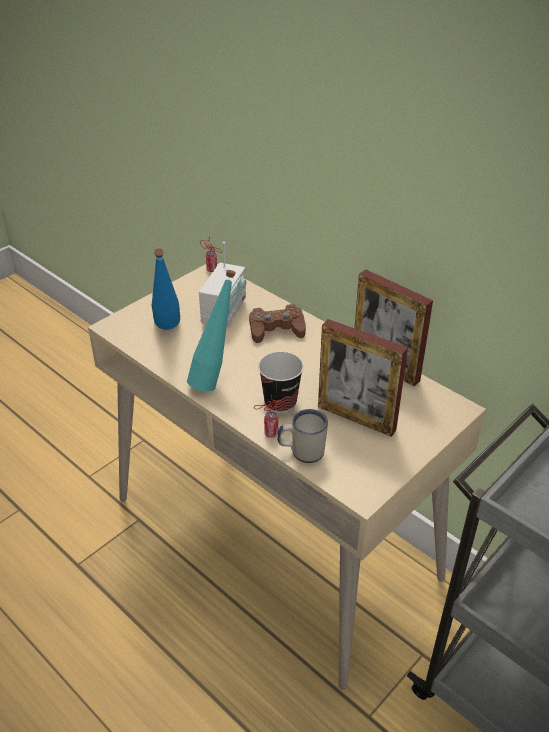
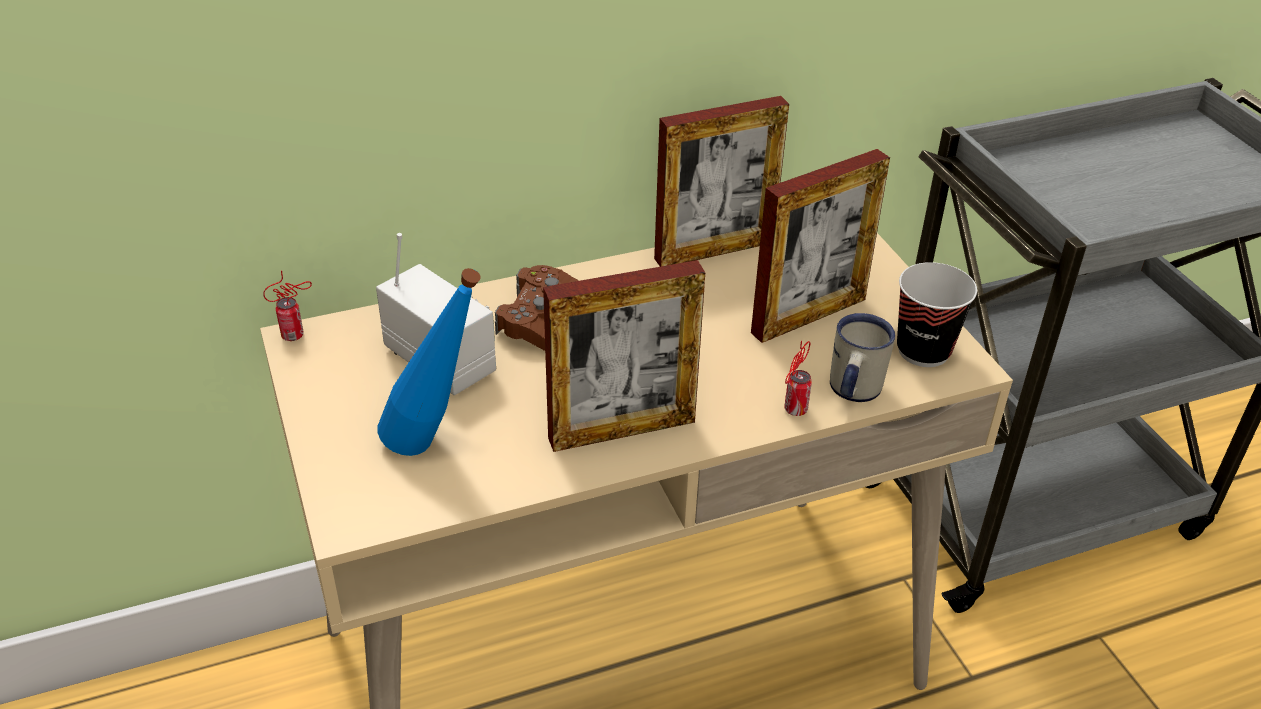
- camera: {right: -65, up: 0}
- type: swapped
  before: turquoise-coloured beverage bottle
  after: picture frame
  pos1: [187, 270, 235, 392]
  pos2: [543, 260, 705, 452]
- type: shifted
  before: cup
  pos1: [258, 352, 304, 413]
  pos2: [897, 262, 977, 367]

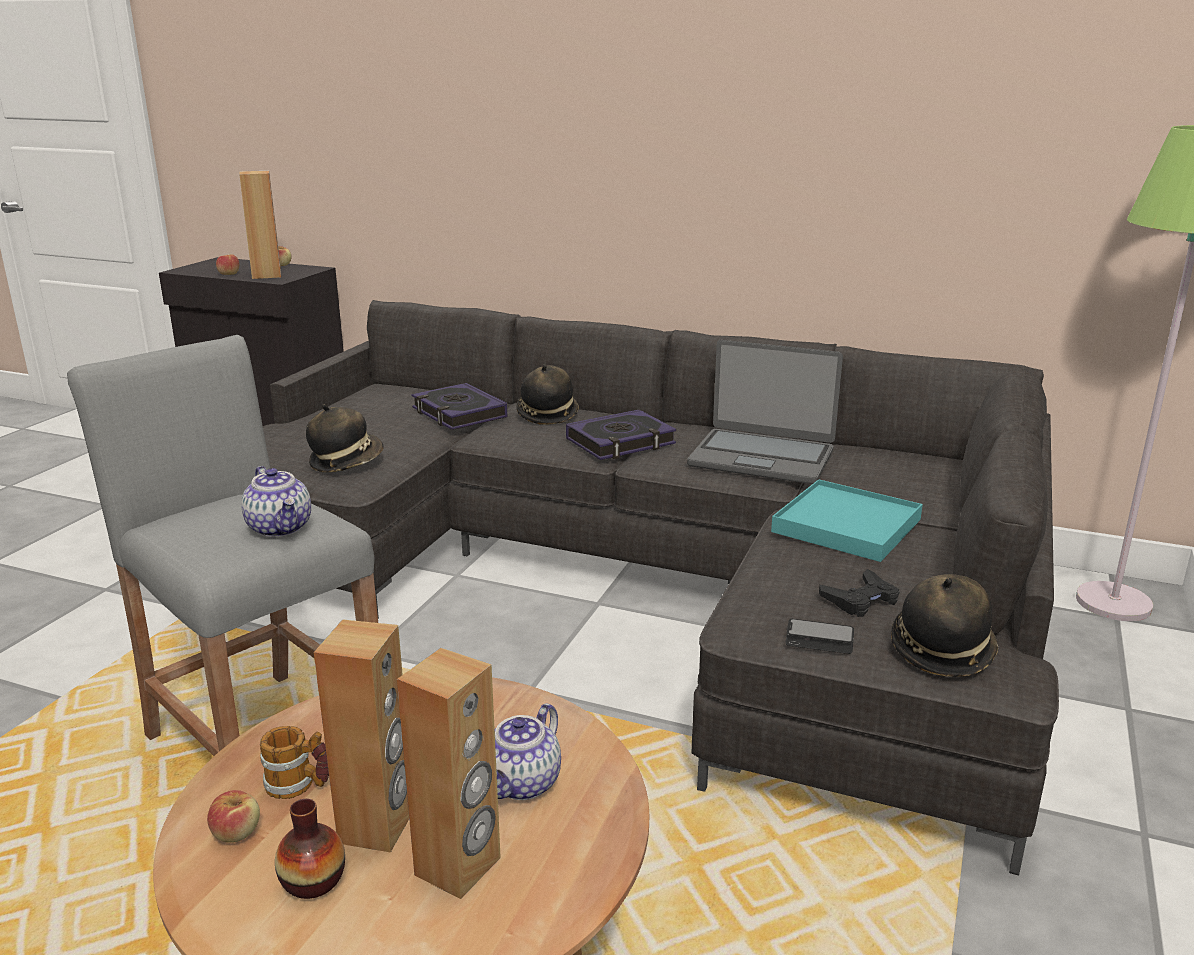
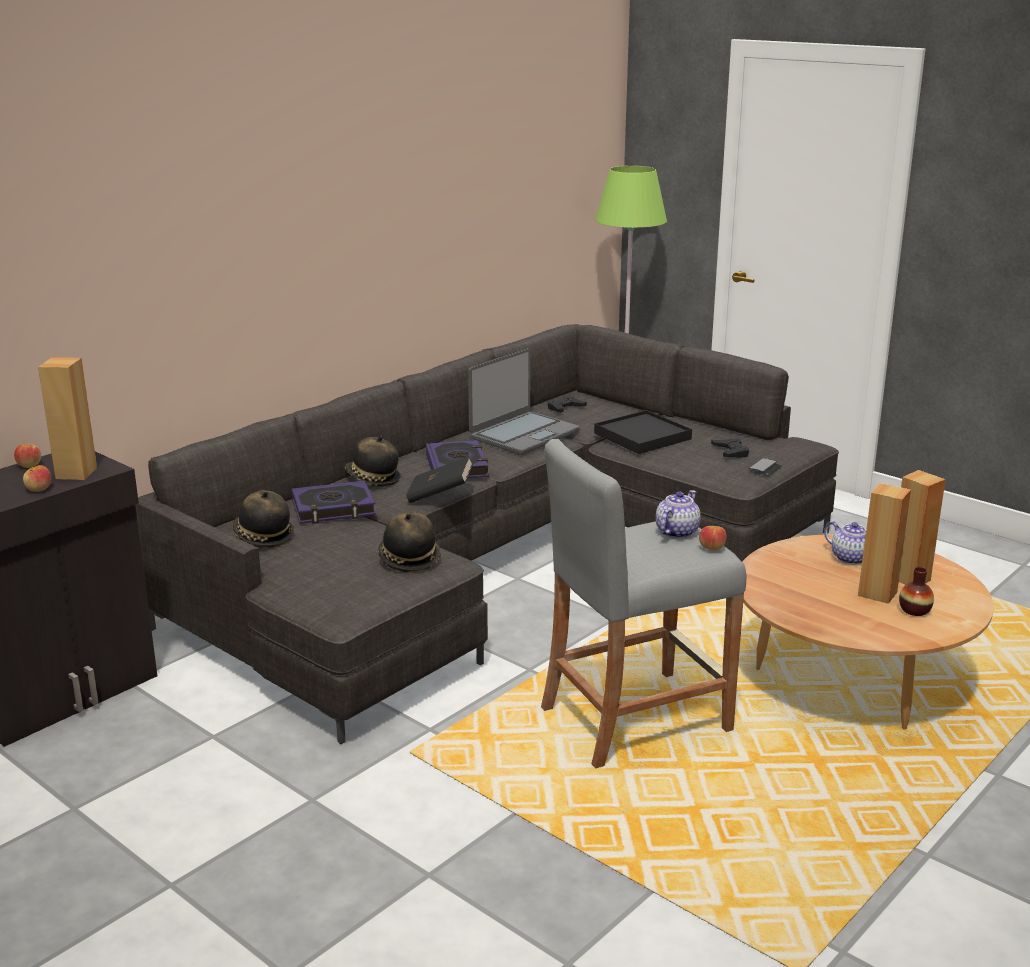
- camera: {right: -70, up: 0}
- type: shifted
  before: whole apple
  pos1: [207, 790, 260, 843]
  pos2: [699, 526, 727, 551]
- type: rotated
  before: tea pot
  pos1: [241, 466, 311, 538]
  pos2: [656, 490, 701, 539]
  turn: -45
- type: gone
  before: coffee mug
  pos1: [260, 726, 329, 799]
- type: repainted
  before: turquoise-coloured serving tray
  after: blackish serving tray
  pos1: [771, 479, 923, 562]
  pos2: [594, 410, 692, 454]
- type: shifted
  before: clothing hat
  pos1: [891, 574, 998, 677]
  pos2: [233, 490, 295, 548]
- type: new
  after: blackish volume
  pos2: [406, 456, 473, 503]
- type: new
  after: blackish gamepad
  pos2: [547, 396, 587, 412]

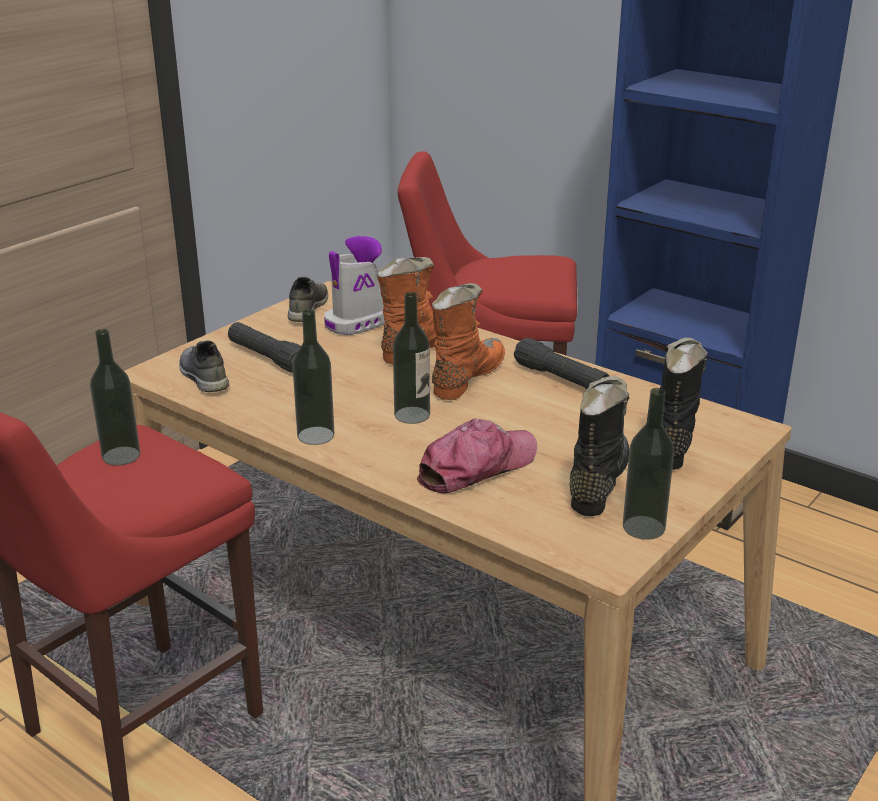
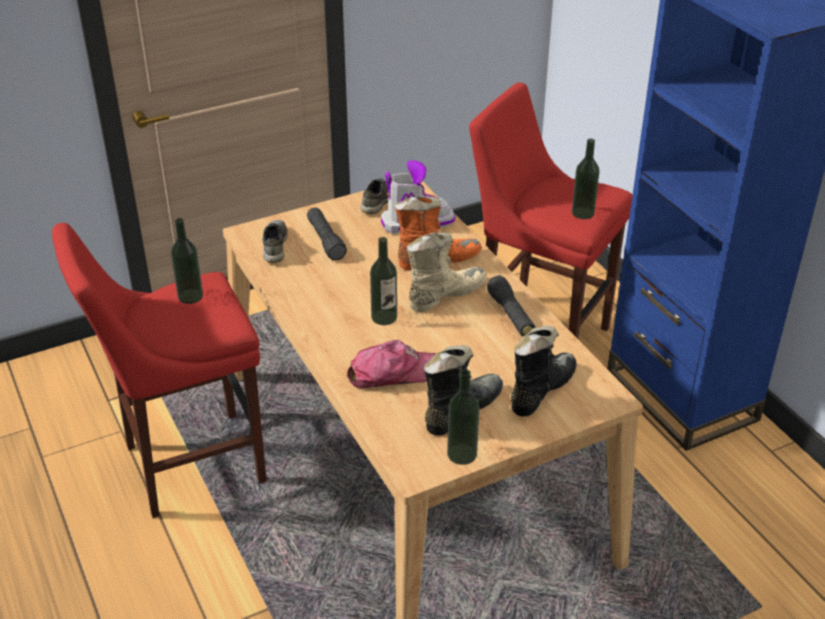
- camera: {right: 25, up: 10}
- type: shifted
  before: beverage bottle
  pos1: [292, 309, 334, 445]
  pos2: [572, 139, 600, 219]
- type: repainted
  before: orange-coloured high-top boot
  after: sand-coloured high-top boot
  pos1: [432, 283, 505, 400]
  pos2: [407, 232, 487, 312]

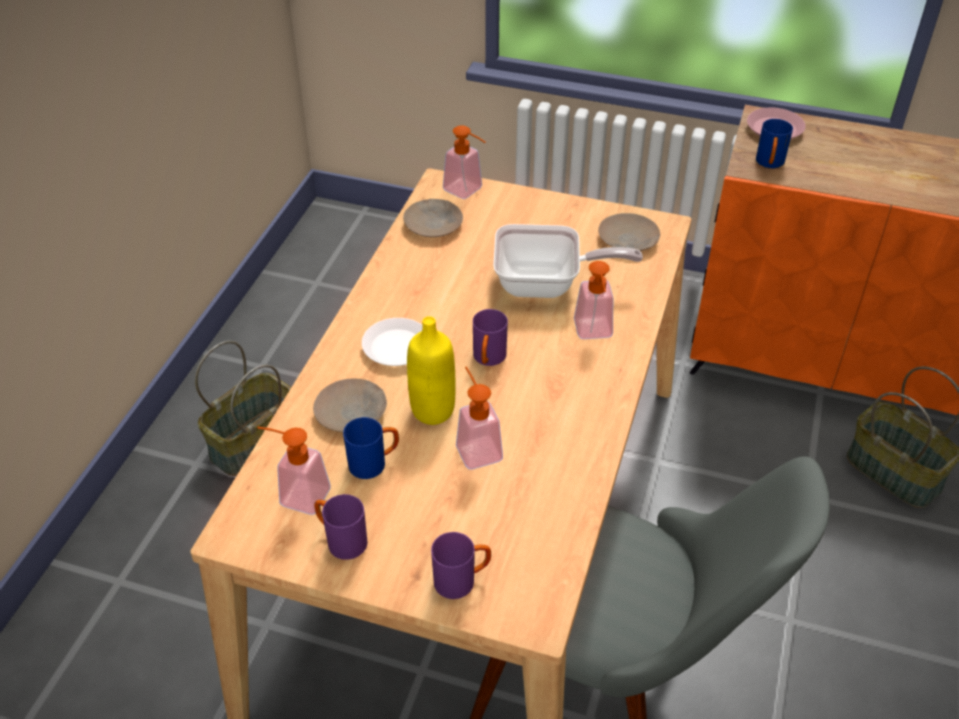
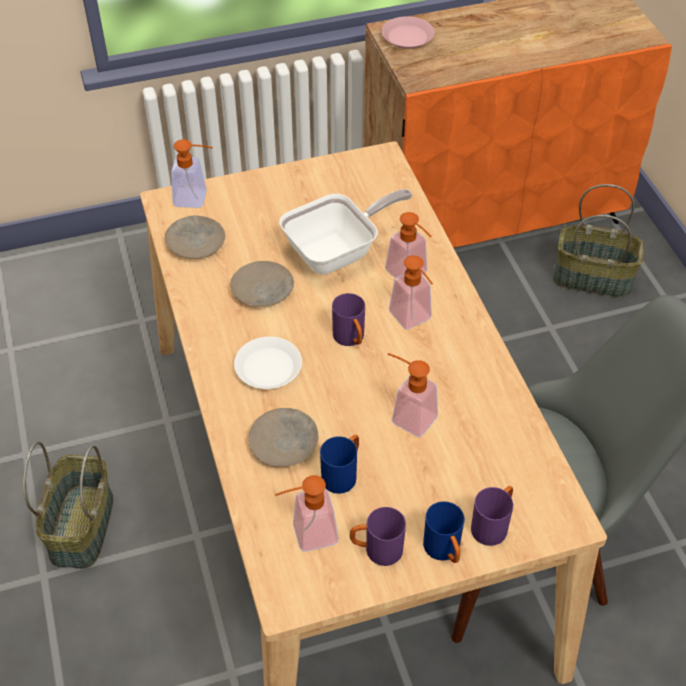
- camera: {right: -35, up: 5}
- type: gone
  before: yellow-coloured beverage bottle
  pos1: [407, 316, 455, 425]
- type: shifted
  before: sand-coloured plate
  pos1: [598, 213, 660, 251]
  pos2: [230, 261, 294, 307]
- type: shifted
  before: blue-coloured coffee mug
  pos1: [756, 119, 793, 168]
  pos2: [423, 501, 465, 563]
- type: new
  after: soap bottle
  pos2: [389, 255, 433, 329]

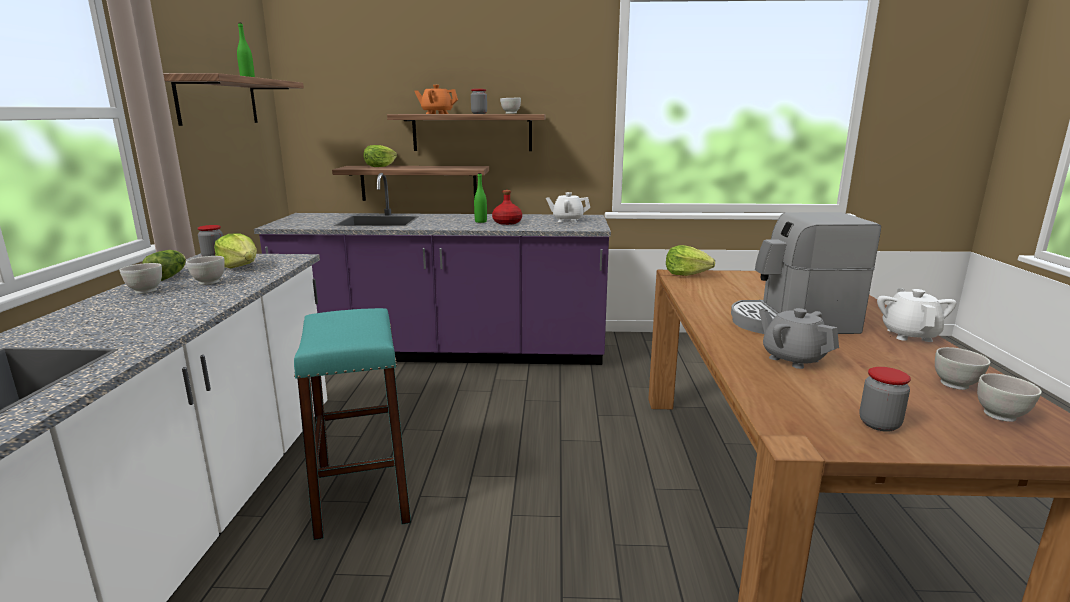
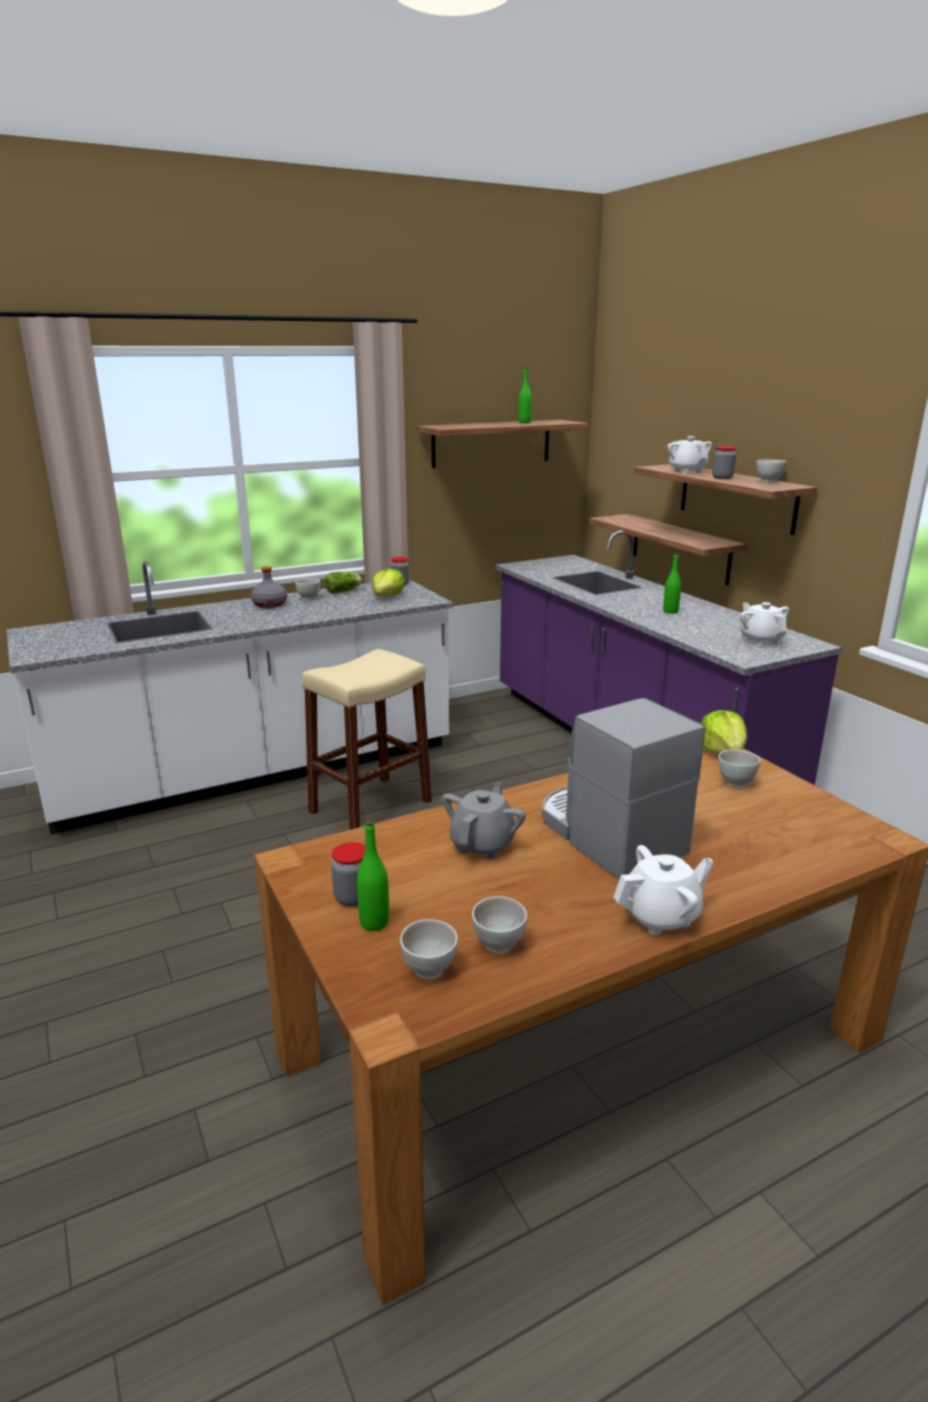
- camera: {right: 60, up: 5}
- type: shifted
  before: whitish bowl
  pos1: [186, 256, 225, 285]
  pos2: [718, 749, 761, 787]
- type: repainted
  before: turquoise-coloured sitting stool
  after: sand-coloured sitting stool
  pos1: [294, 308, 411, 540]
  pos2: [302, 649, 432, 830]
- type: gone
  before: head of lettuce
  pos1: [364, 145, 397, 167]
- type: repainted
  before: orange-coloured tea pot
  after: whitish tea pot
  pos1: [414, 85, 458, 114]
  pos2: [668, 436, 712, 473]
- type: gone
  before: red beverage bottle
  pos1: [492, 190, 522, 225]
- type: new
  after: gray beverage bottle
  pos2: [251, 566, 287, 608]
- type: new
  after: green beverage bottle
  pos2: [357, 820, 389, 931]

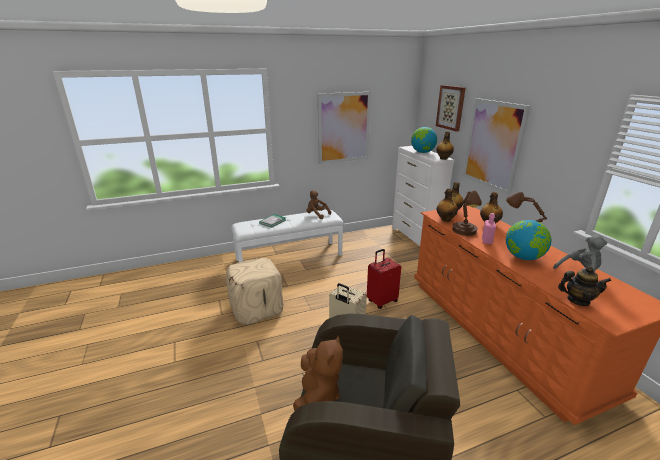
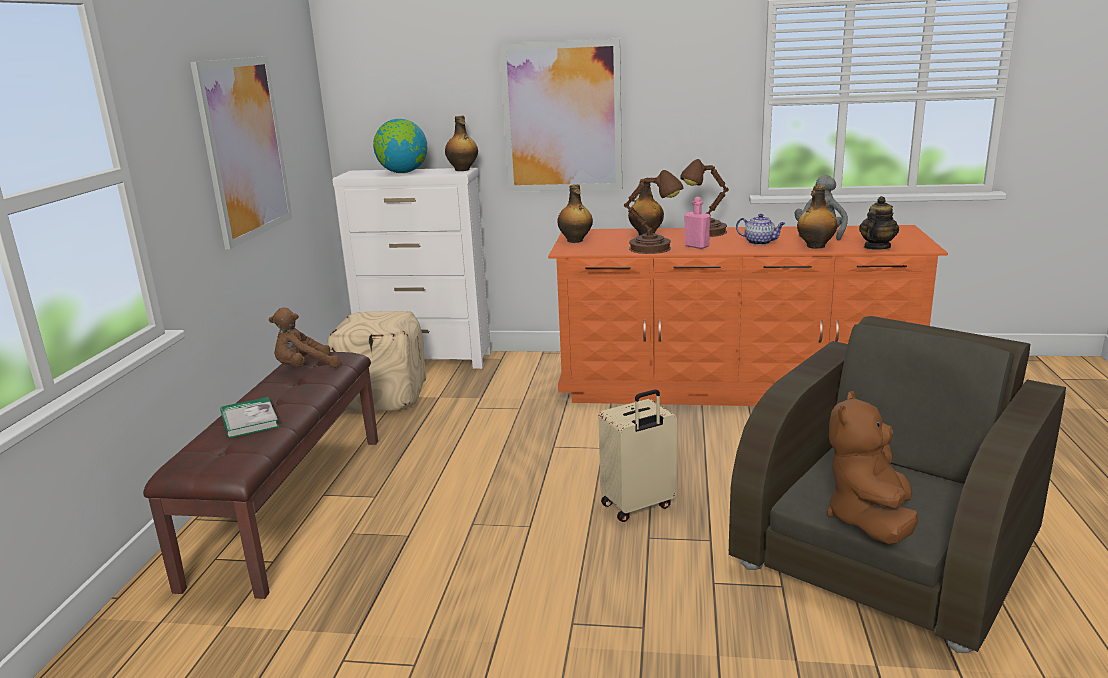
- camera: {right: -60, up: -5}
- type: shifted
  before: sand-coloured ottoman
  pos1: [226, 258, 283, 325]
  pos2: [327, 311, 426, 412]
- type: repainted
  before: whitish bench
  after: brown bench
  pos1: [231, 210, 344, 262]
  pos2: [143, 352, 378, 599]
- type: rotated
  before: brown soft toy
  pos1: [293, 336, 343, 411]
  pos2: [827, 391, 918, 544]
  turn: -105
- type: gone
  before: red piece of luggage
  pos1: [367, 249, 401, 309]
- type: gone
  before: wall art
  pos1: [436, 85, 466, 132]
- type: shifted
  before: beverage bottle
  pos1: [437, 189, 458, 222]
  pos2: [797, 185, 838, 249]
- type: swapped
  before: globe
  after: tea pot
  pos1: [506, 220, 551, 260]
  pos2: [736, 214, 785, 245]

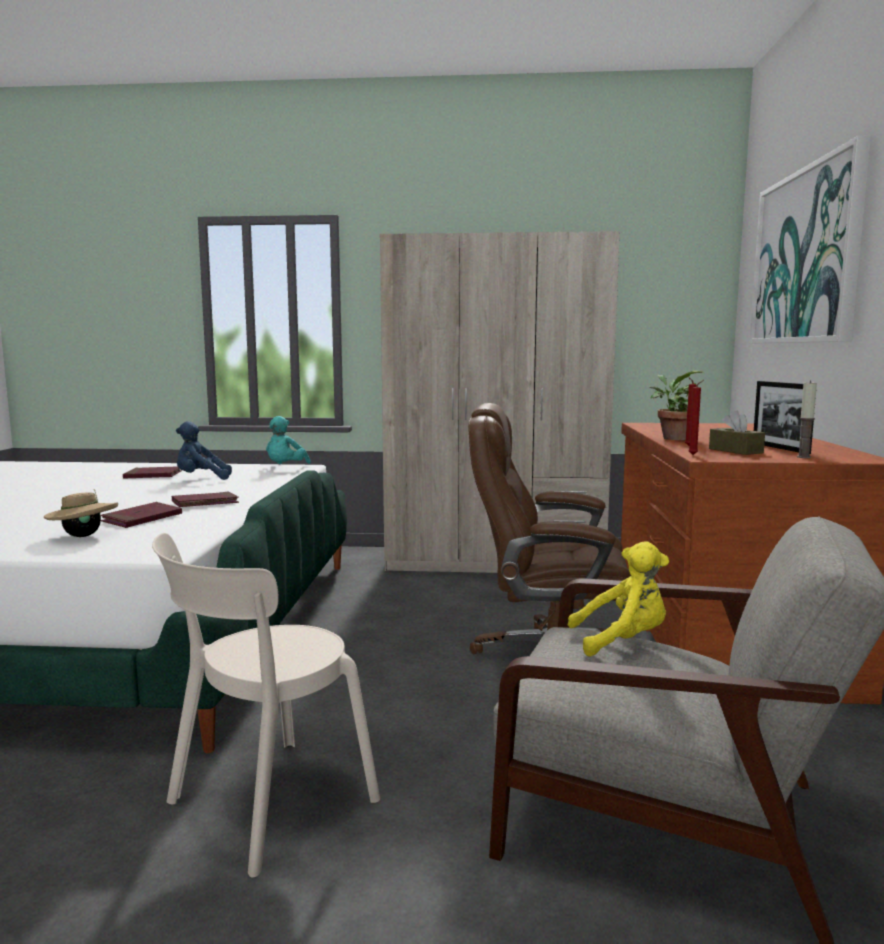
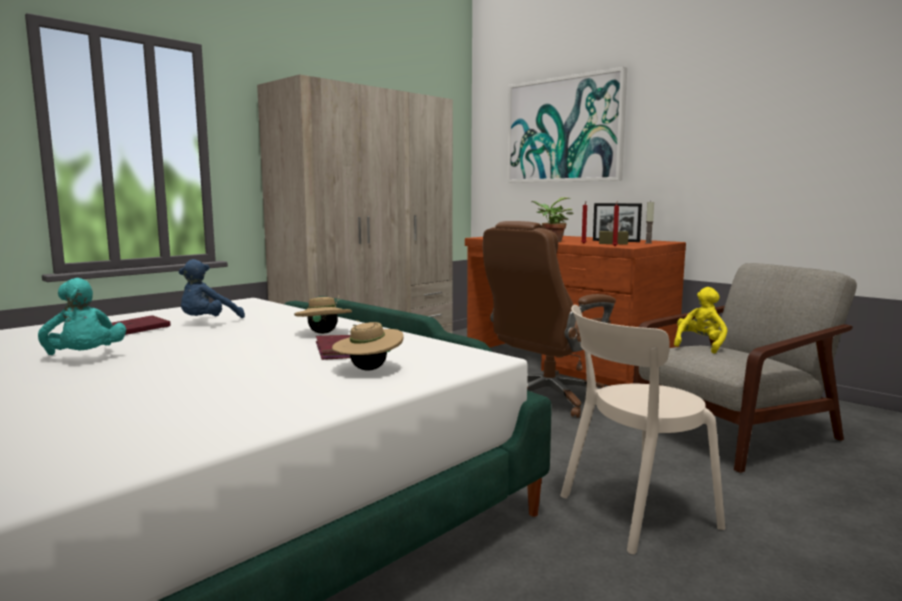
- camera: {right: -50, up: 0}
- type: rotated
  before: sand-coloured chair
  pos1: [152, 533, 380, 878]
  pos2: [560, 305, 725, 555]
  turn: 75
- type: swapped
  before: red volume
  after: sand-coloured clothing hat
  pos1: [172, 492, 239, 507]
  pos2: [294, 295, 352, 334]
- type: shifted
  before: turquoise-coloured soft toy
  pos1: [266, 416, 311, 464]
  pos2: [38, 278, 126, 355]

